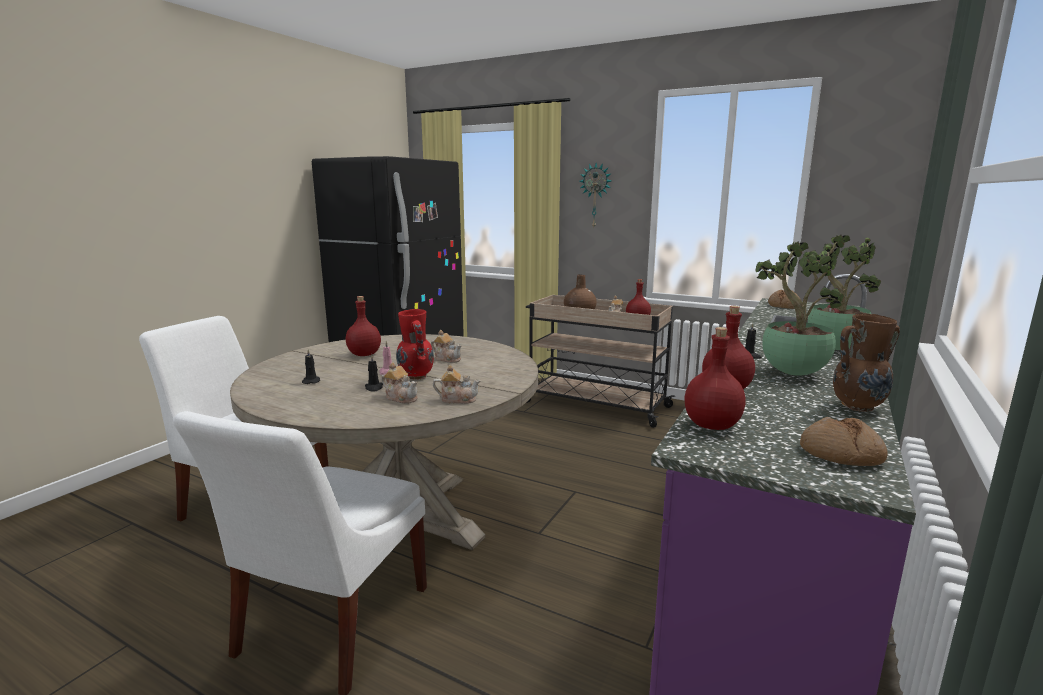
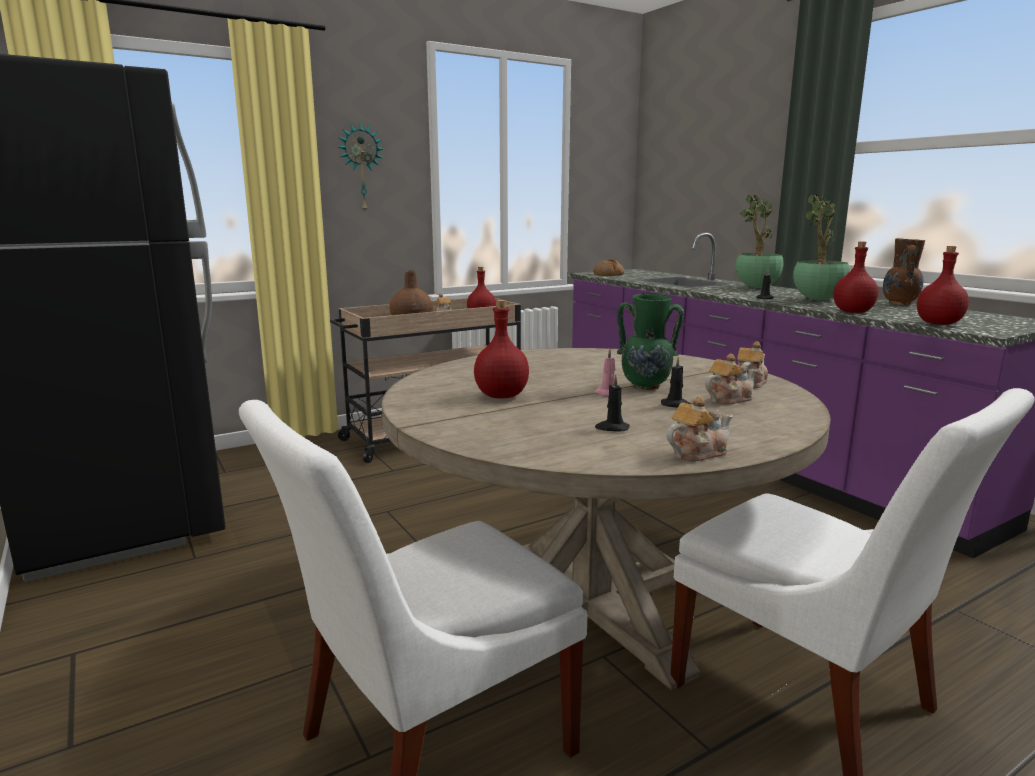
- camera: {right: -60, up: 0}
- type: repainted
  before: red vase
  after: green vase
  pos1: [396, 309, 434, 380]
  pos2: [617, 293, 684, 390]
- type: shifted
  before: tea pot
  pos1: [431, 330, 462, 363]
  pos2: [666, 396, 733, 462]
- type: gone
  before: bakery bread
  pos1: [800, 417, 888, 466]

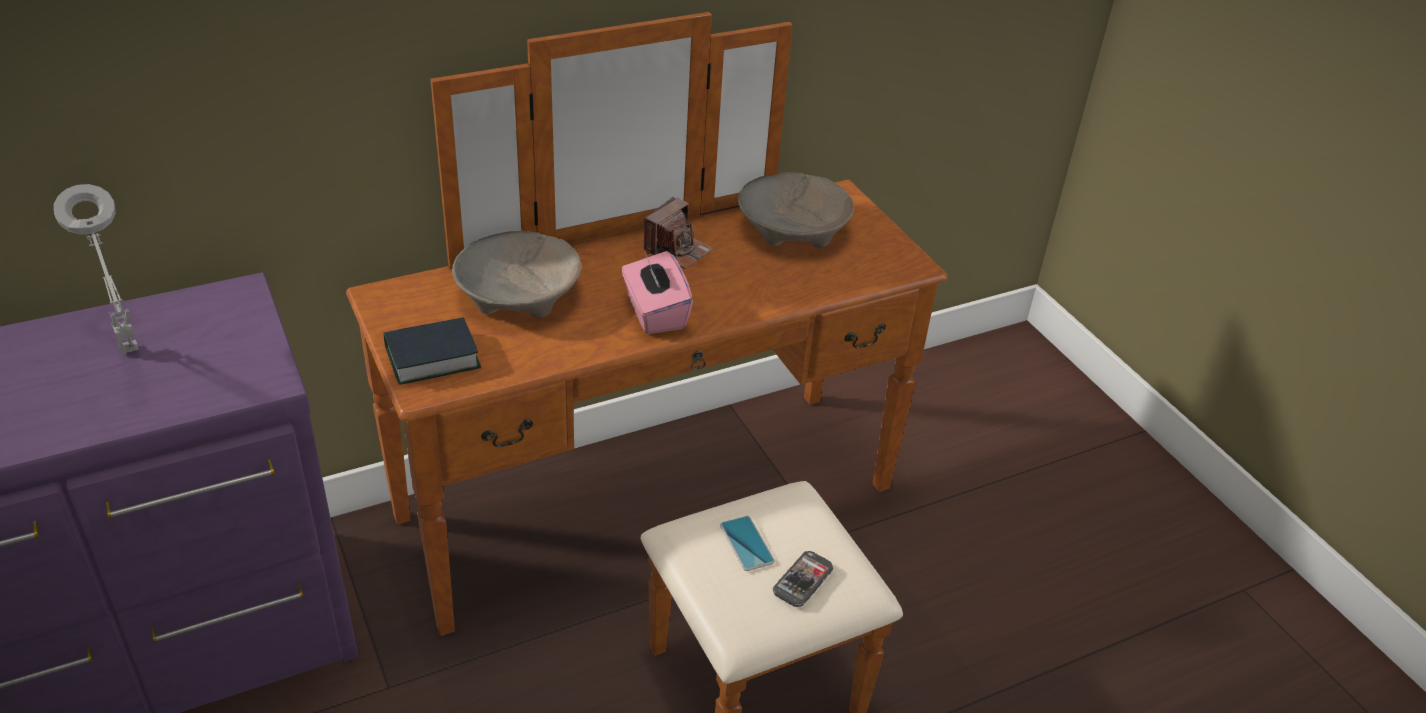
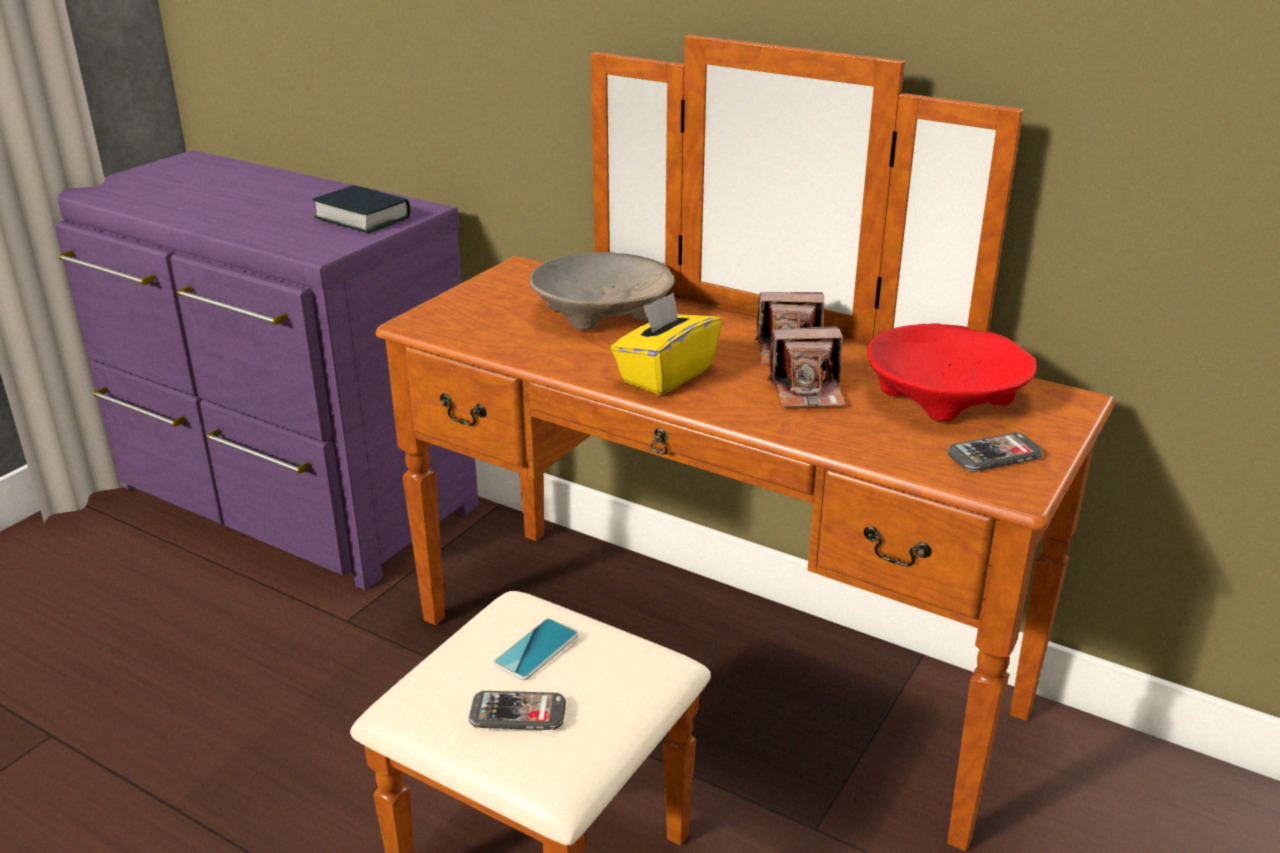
- camera: {right: 60, up: -10}
- type: gone
  before: gray tabletop lamp
  pos1: [54, 184, 139, 354]
- type: shifted
  before: volume
  pos1: [384, 317, 481, 385]
  pos2: [312, 185, 410, 233]
- type: repainted
  before: pinkish tissue box
  after: yellow-coloured tissue box
  pos1: [621, 251, 693, 334]
  pos2: [611, 292, 722, 395]
- type: repainted
  before: sand-coloured bowl
  after: red bowl
  pos1: [738, 172, 854, 248]
  pos2: [867, 323, 1037, 421]
- type: new
  after: photo camera
  pos2: [767, 326, 846, 407]
- type: new
  after: telephone
  pos2: [948, 432, 1043, 472]

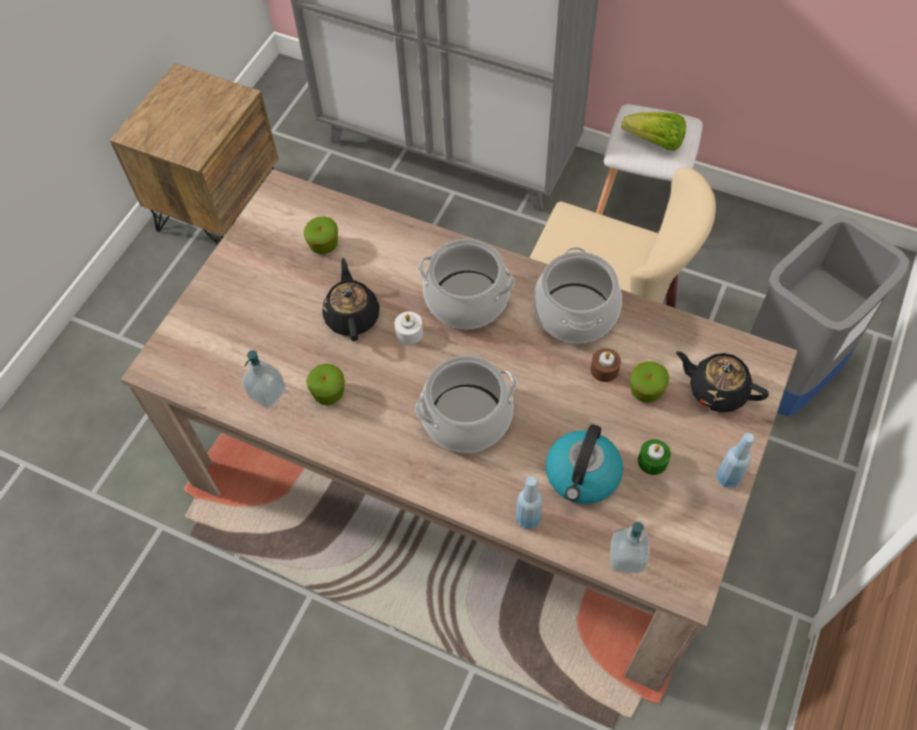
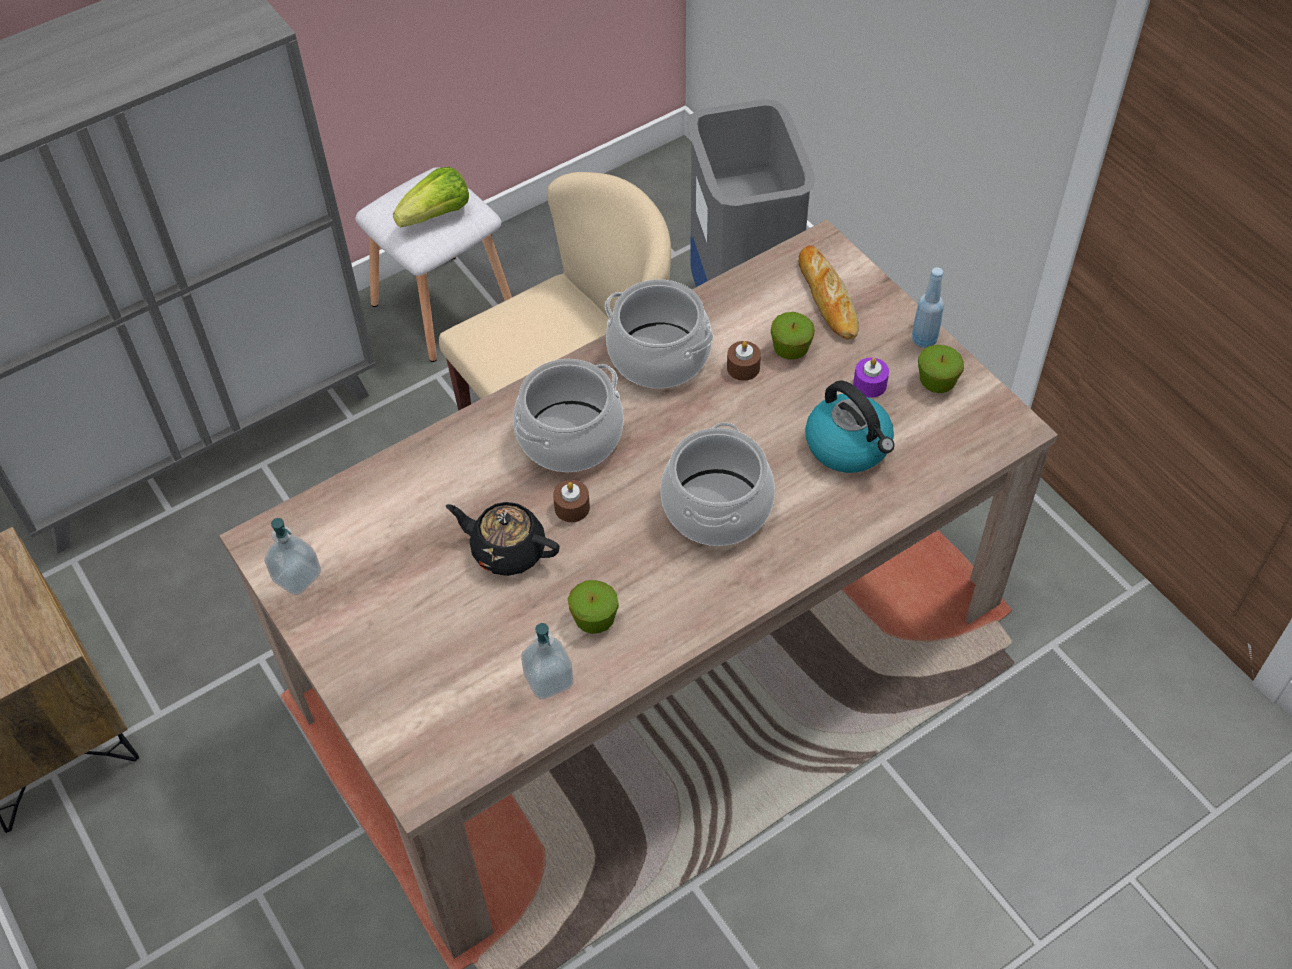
- camera: {right: -60, up: -5}
- type: shifted
  before: whole apple
  pos1: [304, 217, 338, 254]
  pos2: [918, 345, 964, 393]
- type: repainted
  before: whitish wax candle
  after: brown wax candle
  pos1: [394, 311, 423, 345]
  pos2: [553, 480, 590, 522]
- type: gone
  before: blue-coloured beverage bottle
  pos1: [516, 476, 542, 529]
- type: shifted
  before: soap bottle
  pos1: [610, 522, 650, 574]
  pos2: [264, 518, 321, 595]
- type: repainted
  before: green wax candle
  after: purple-coloured wax candle
  pos1: [638, 439, 671, 475]
  pos2: [853, 358, 889, 398]
- type: swapped
  before: blackish tea pot
  after: bakery bread
  pos1: [676, 351, 769, 412]
  pos2: [799, 245, 858, 340]

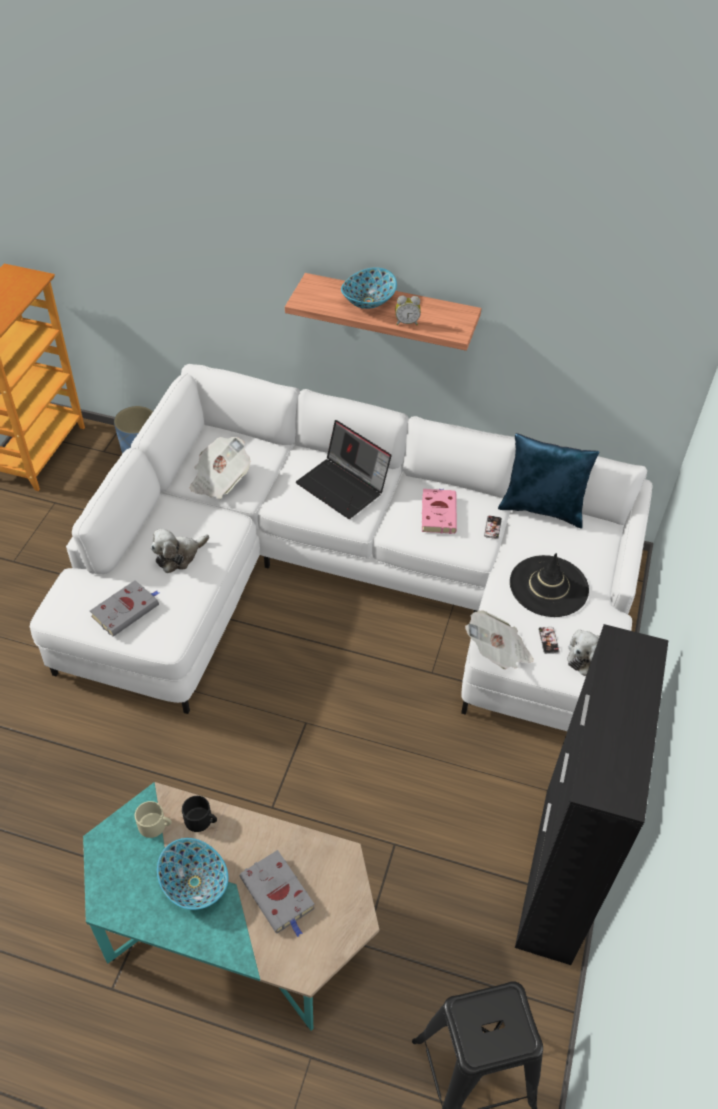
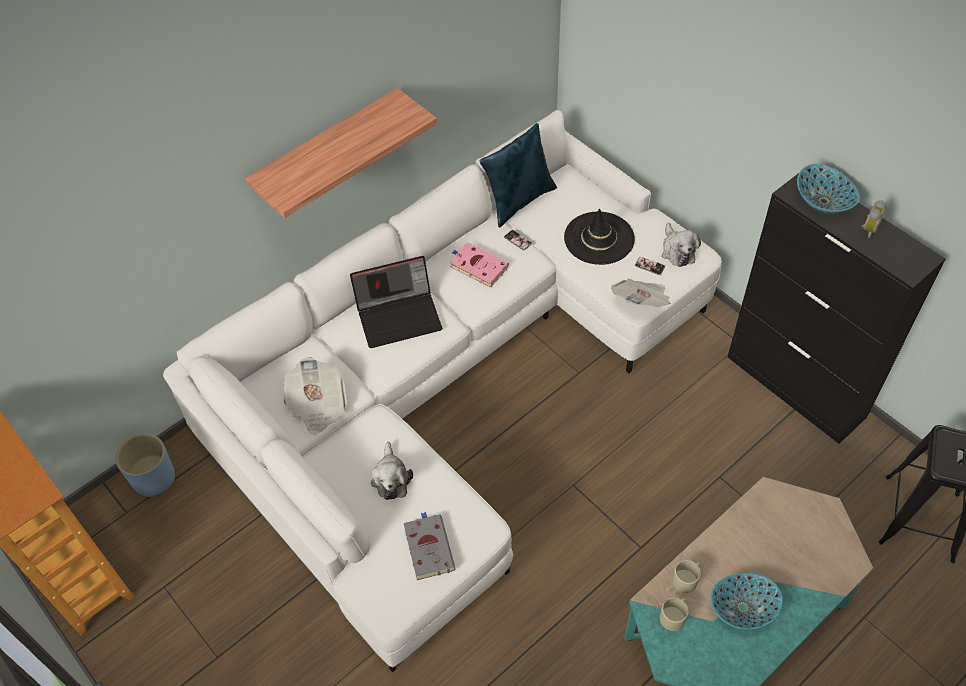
- camera: {right: -55, up: 5}
- type: repainted
  before: blackish coffee mug
  after: sand-coloured coffee mug
  pos1: [182, 796, 217, 832]
  pos2: [672, 560, 701, 593]
- type: gone
  before: gray volume
  pos1: [240, 850, 315, 937]
- type: shifted
  before: bowl
  pos1: [341, 267, 397, 309]
  pos2: [797, 164, 860, 214]
- type: shifted
  before: bedside clock
  pos1: [395, 296, 421, 325]
  pos2: [861, 200, 886, 238]

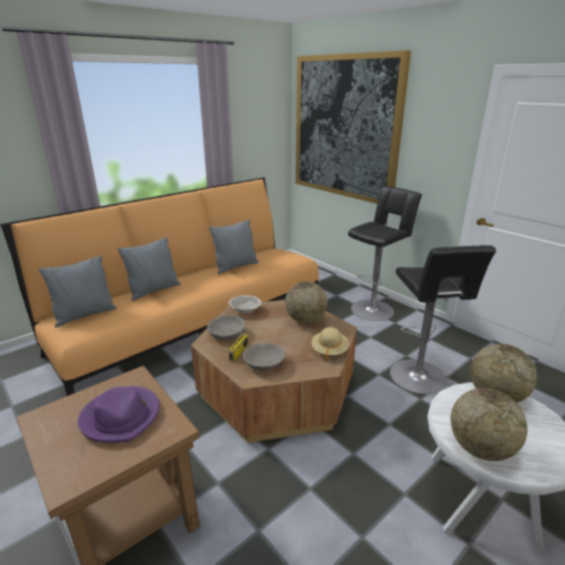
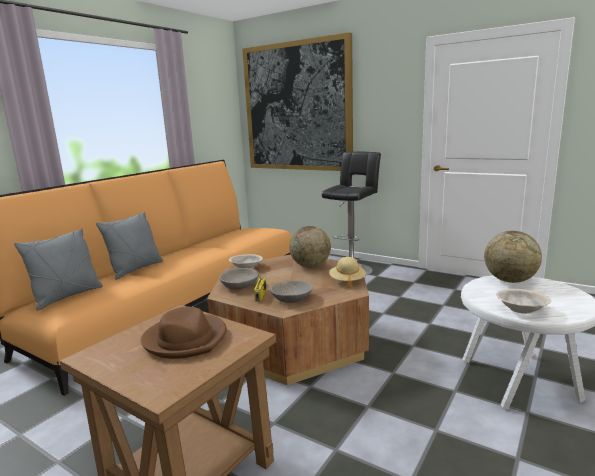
- camera: {right: -15, up: -10}
- type: repainted
  before: purple-coloured clothing hat
  after: brown clothing hat
  pos1: [78, 386, 160, 443]
  pos2: [141, 307, 227, 359]
- type: gone
  before: gray pillow
  pos1: [209, 219, 259, 274]
- type: gone
  before: blackish sitting stool
  pos1: [390, 245, 496, 394]
- type: swapped
  before: globe
  after: sand-coloured bowl
  pos1: [451, 388, 527, 461]
  pos2: [496, 289, 551, 314]

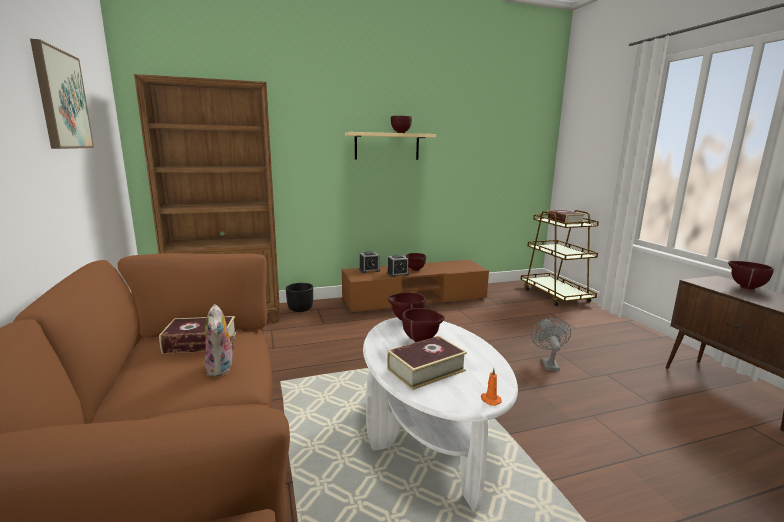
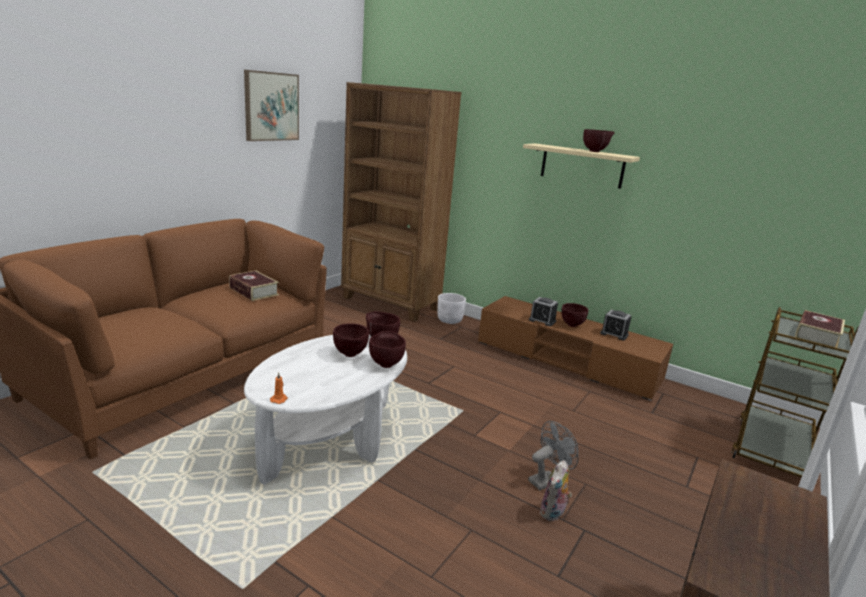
- camera: {right: 50, up: 5}
- type: shifted
  before: soft toy
  pos1: [205, 304, 236, 377]
  pos2: [540, 460, 572, 522]
- type: repainted
  before: blackish planter
  after: whitish planter
  pos1: [286, 283, 313, 312]
  pos2: [437, 293, 466, 324]
- type: shifted
  before: bedside clock
  pos1: [359, 251, 380, 273]
  pos2: [600, 310, 631, 341]
- type: gone
  before: volume
  pos1: [387, 336, 467, 390]
- type: shifted
  before: brown bowl
  pos1: [728, 261, 774, 290]
  pos2: [369, 331, 406, 368]

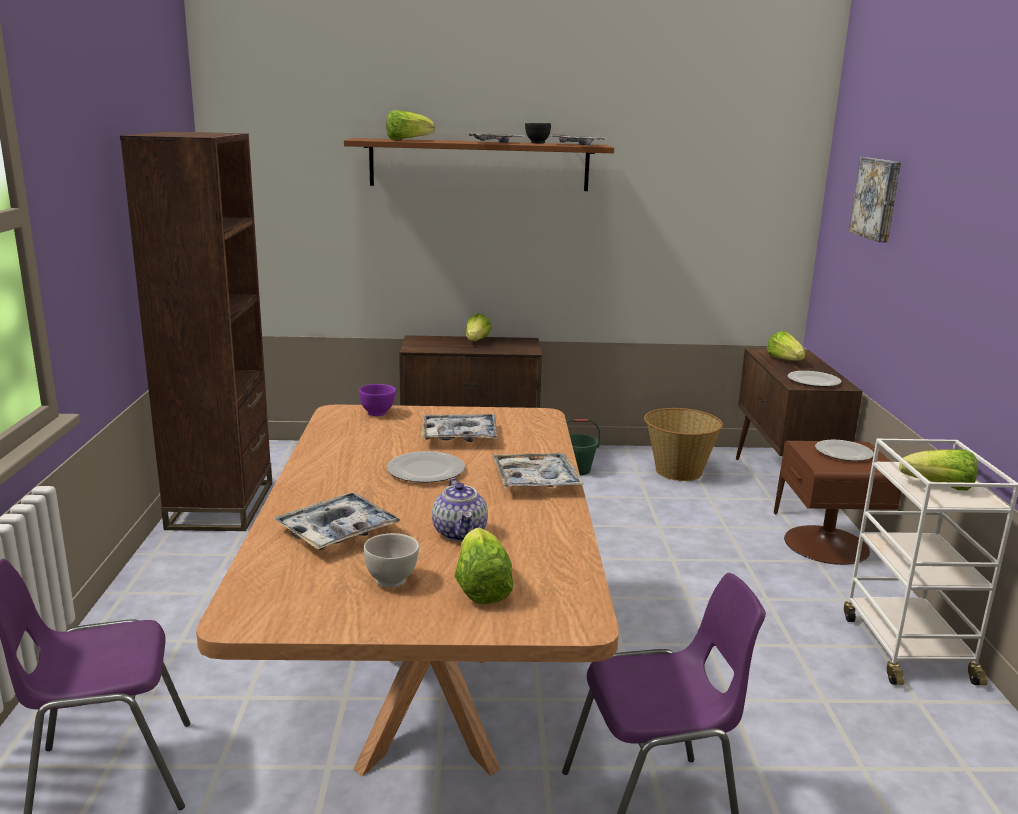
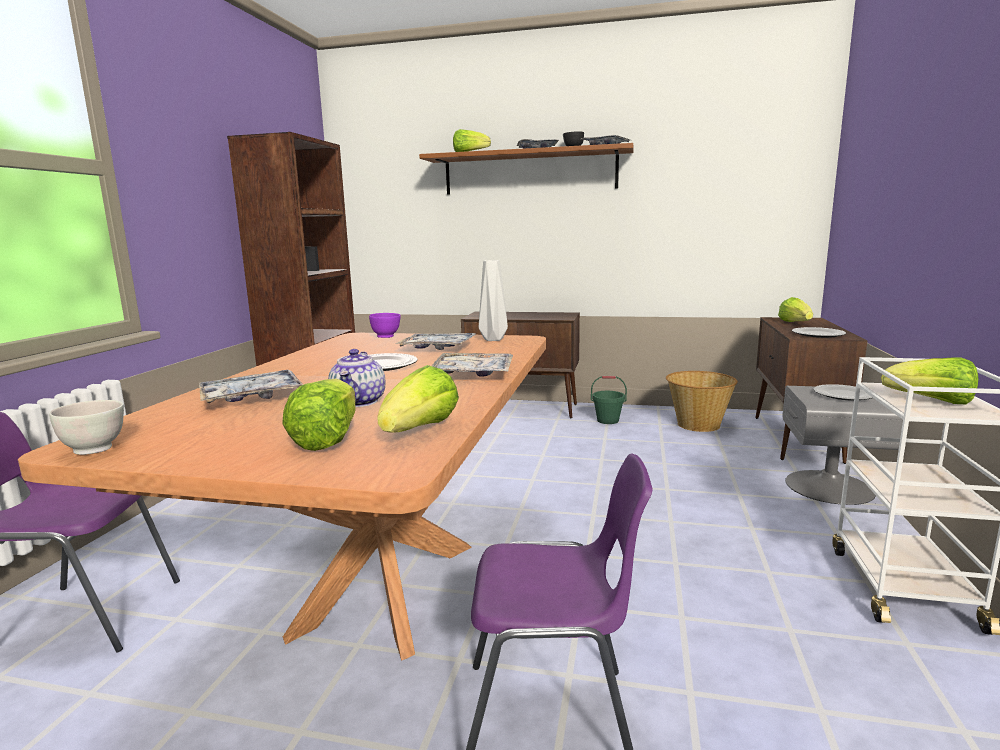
- camera: {right: 15, up: -5}
- type: shifted
  before: whitish bowl
  pos1: [364, 533, 419, 587]
  pos2: [49, 400, 124, 455]
- type: shifted
  before: head of lettuce
  pos1: [466, 314, 492, 341]
  pos2: [377, 365, 459, 432]
- type: repainted
  before: brown nightstand
  after: gray nightstand
  pos1: [781, 441, 901, 565]
  pos2: [783, 386, 903, 505]
- type: gone
  before: wall art
  pos1: [849, 157, 901, 243]
- type: new
  after: gray vase
  pos2: [479, 260, 508, 341]

